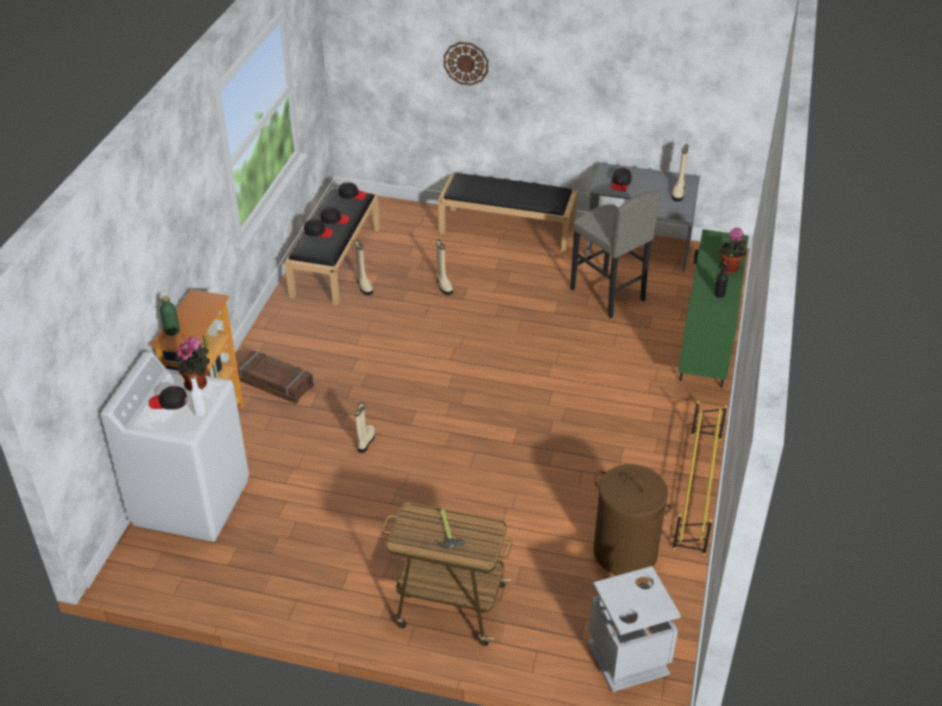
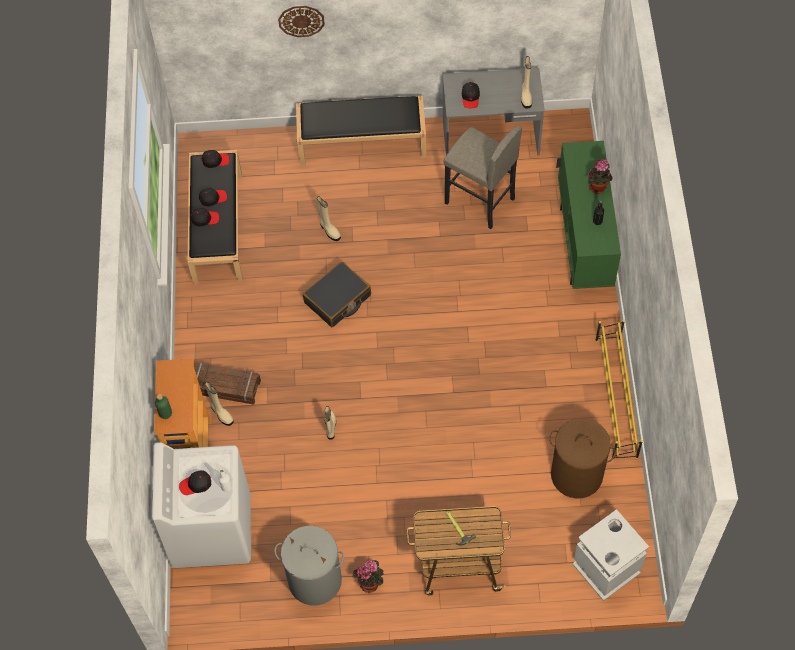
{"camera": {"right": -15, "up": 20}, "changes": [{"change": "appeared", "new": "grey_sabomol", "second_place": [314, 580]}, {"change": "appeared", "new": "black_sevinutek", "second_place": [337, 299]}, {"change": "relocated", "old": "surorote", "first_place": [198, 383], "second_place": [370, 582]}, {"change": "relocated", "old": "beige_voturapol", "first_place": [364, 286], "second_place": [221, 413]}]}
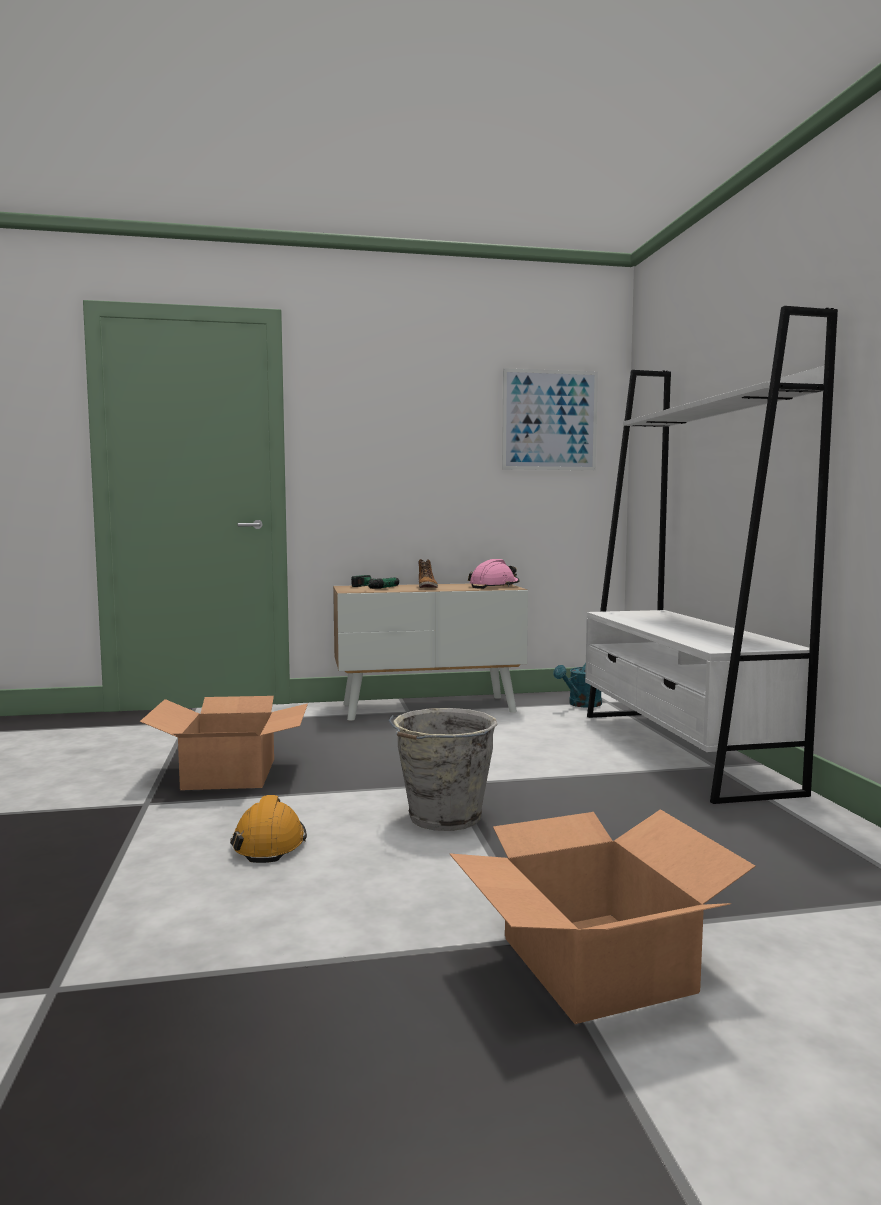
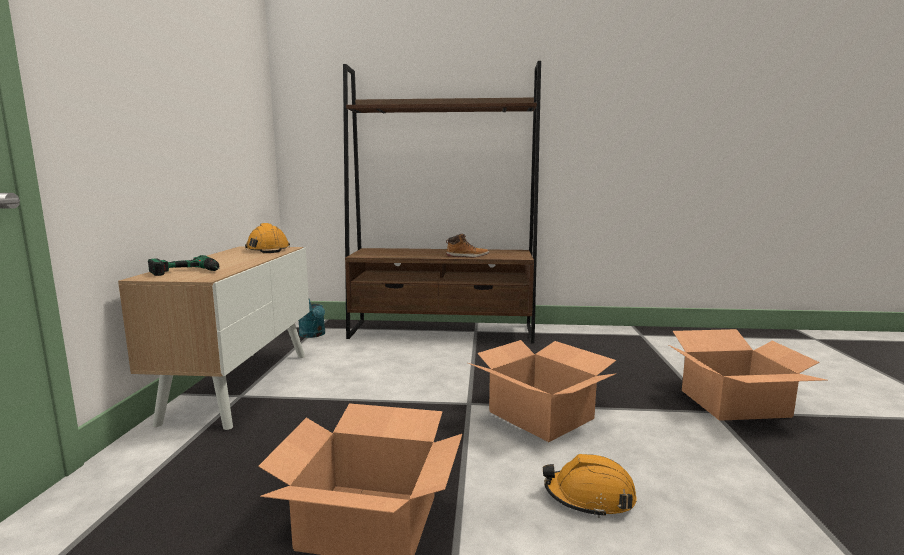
{"camera": {"right": -75, "up": 5}, "changes": [{"change": "missing", "old": "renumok", "first_place": [549, 420]}, {"change": "relocated", "old": "voturapol", "first_place": [427, 587], "second_place": [467, 256]}, {"change": "exchanged", "old": "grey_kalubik", "new": "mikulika", "first_place": [443, 818], "second_place": [541, 415]}, {"change": "colour", "old": "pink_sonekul", "new": "orange_sonekul", "first_place": [494, 586], "second_place": [267, 249]}, {"change": "colour", "old": "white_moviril", "new": "brown_moviril", "first_place": [680, 750], "second_place": [442, 332]}]}
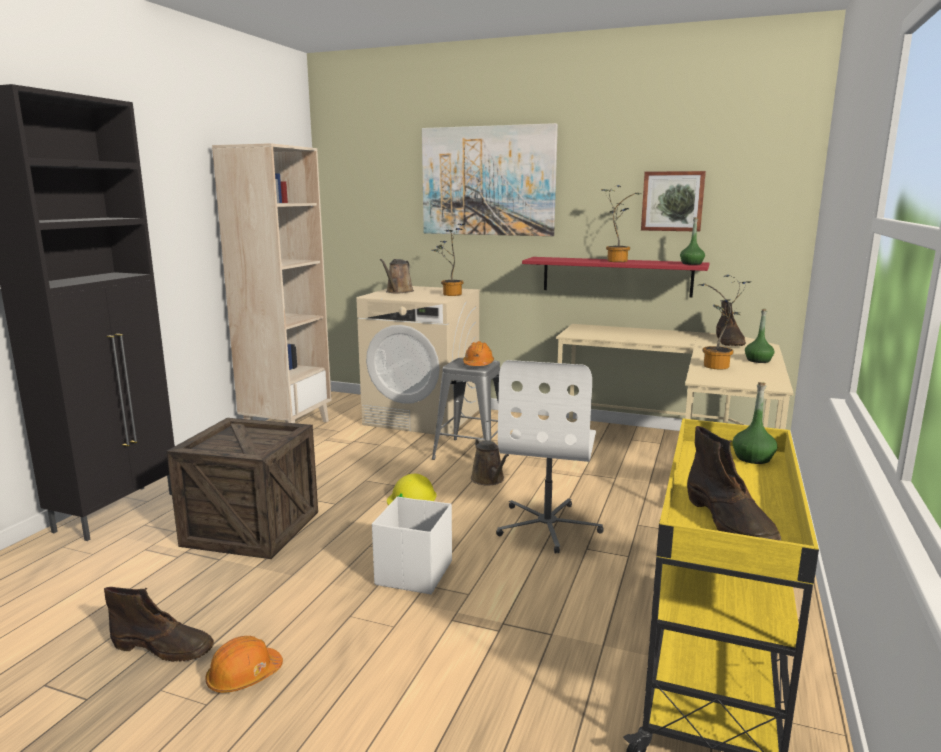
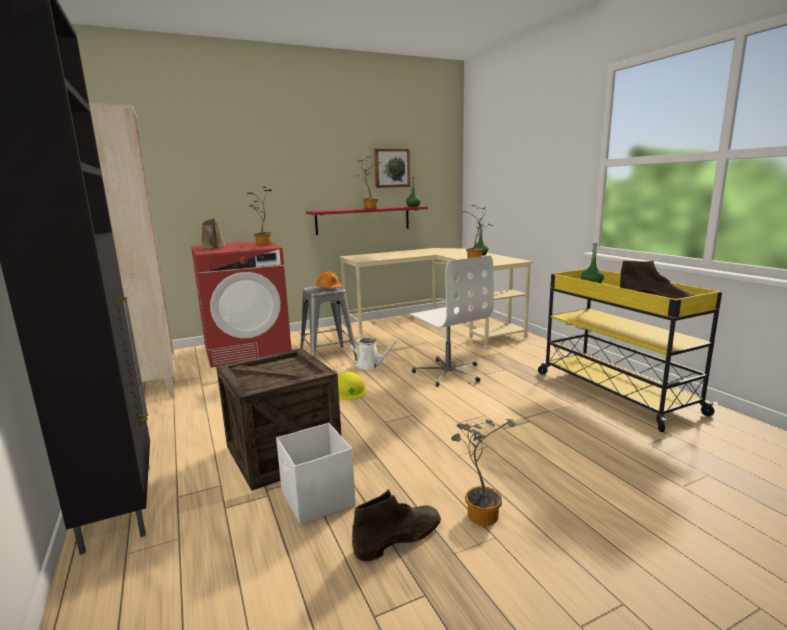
{"camera": {"right": -45, "up": 0}, "changes": [{"change": "missing", "old": "renumok", "first_place": [488, 181]}, {"change": "missing", "old": "brown_voturapol", "first_place": [730, 342]}, {"change": "relocated", "old": "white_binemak", "first_place": [413, 574], "second_place": [317, 499]}, {"change": "exchanged", "old": "orange_sonekul", "new": "surorote", "first_place": [244, 676], "second_place": [479, 513]}, {"change": "colour", "old": "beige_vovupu", "new": "red_vovupu", "first_place": [423, 417], "second_place": [247, 349]}, {"change": "colour", "old": "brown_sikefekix", "new": "white_sikefekix", "first_place": [489, 480], "second_place": [371, 365]}]}
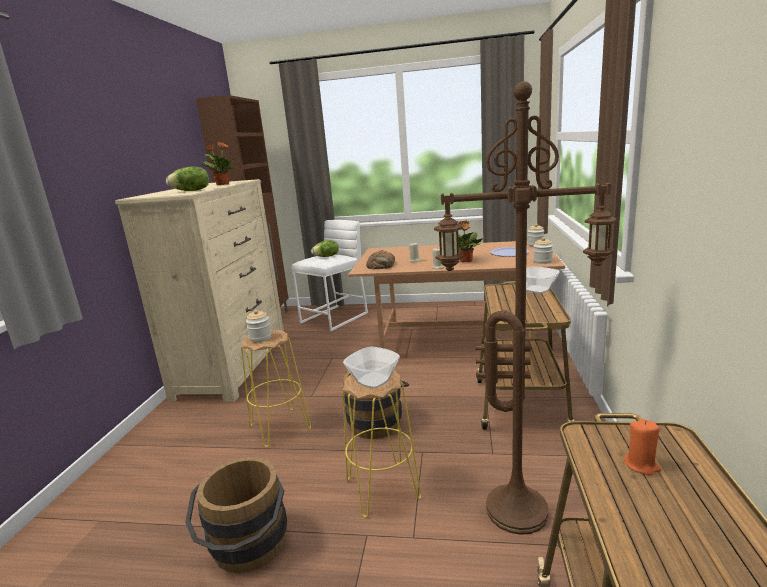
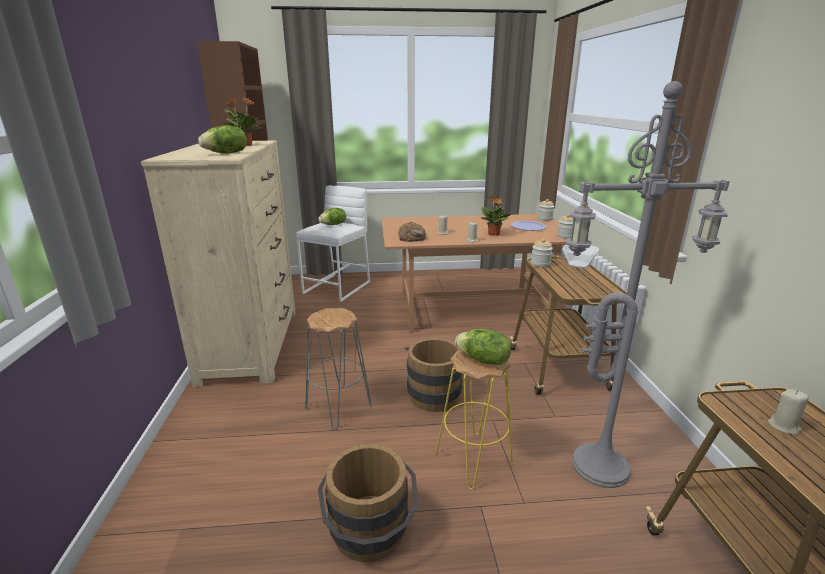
{"camera": {"right": -15, "up": 5}, "changes": [{"change": "relocated", "old": "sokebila", "first_place": [260, 338], "second_place": [540, 264]}, {"change": "exchanged", "old": "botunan", "new": "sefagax", "first_place": [373, 381], "second_place": [483, 360]}, {"change": "colour", "old": "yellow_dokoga", "new": "grey_dokoga", "first_place": [279, 427], "second_place": [338, 406]}, {"change": "colour", "old": "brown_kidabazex", "new": "grey_kidabazex", "first_place": [518, 507], "second_place": [600, 464]}, {"change": "colour", "old": "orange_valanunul", "new": "beige_valanunul", "first_place": [641, 465], "second_place": [784, 427]}]}
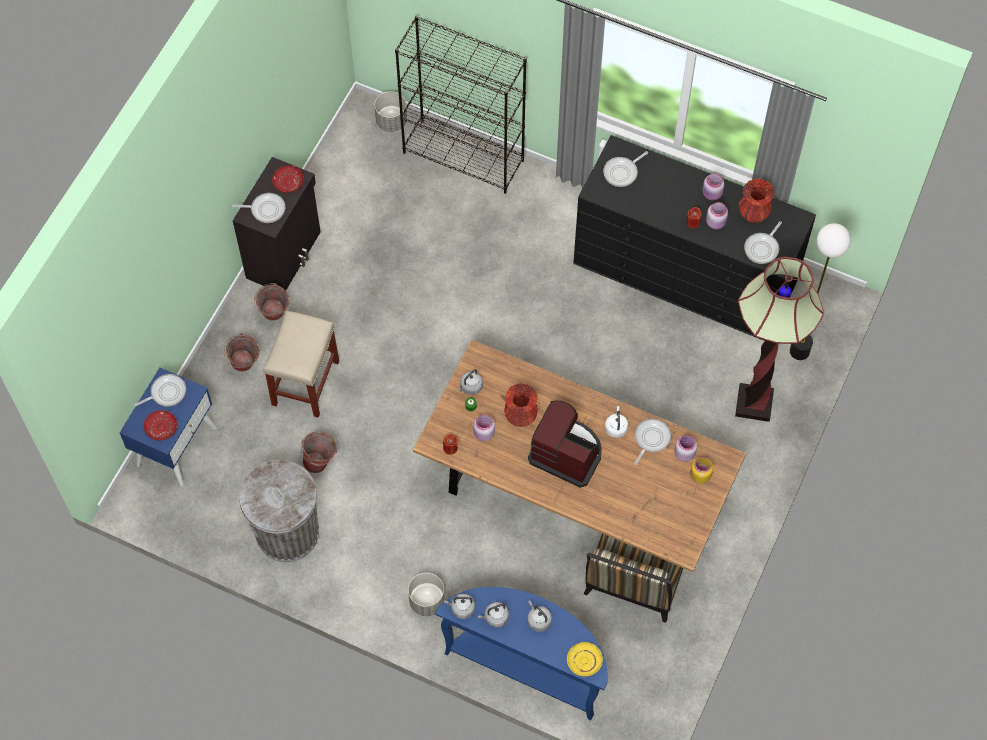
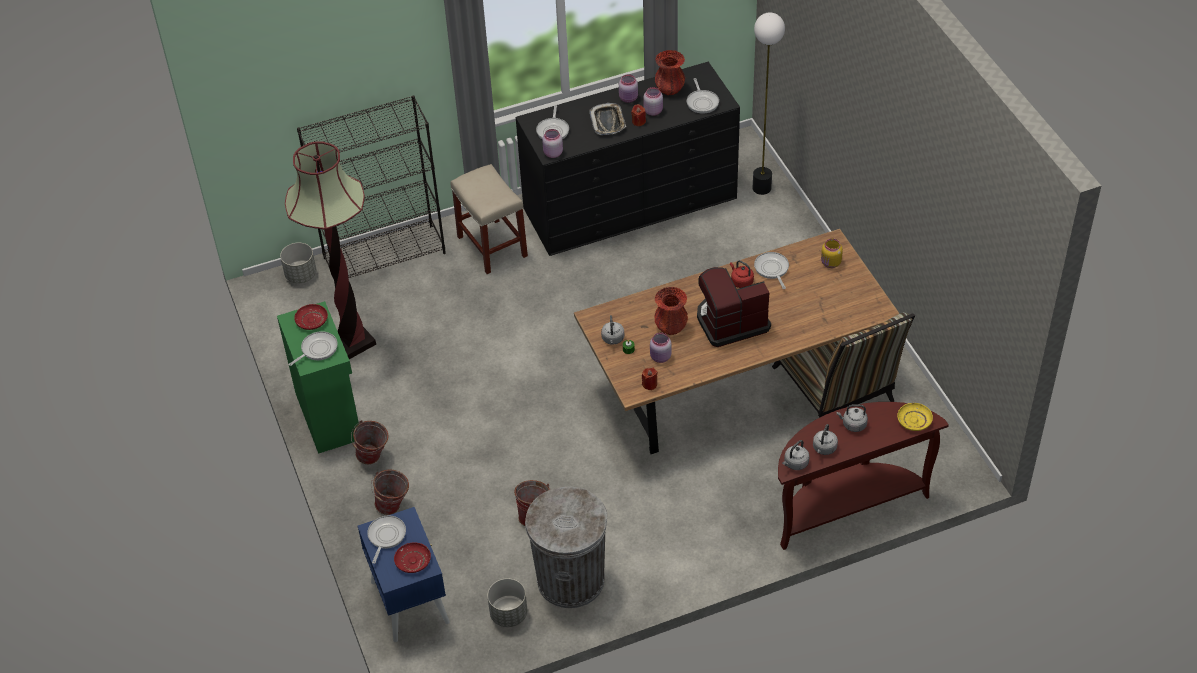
{"camera": {"right": -45, "up": -15}, "changes": [{"change": "appeared", "new": "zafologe", "second_place": [608, 122]}, {"change": "relocated", "old": "beige_dokoga", "first_place": [305, 382], "second_place": [491, 246]}, {"change": "relocated", "old": "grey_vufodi", "first_place": [426, 601], "second_place": [508, 614]}, {"change": "relocated", "old": "pink_sokebila", "first_place": [684, 453], "second_place": [552, 153]}, {"change": "relocated", "old": "kidabazex", "first_place": [754, 403], "second_place": [353, 342]}, {"change": "colour", "old": "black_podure", "new": "green_podure", "first_place": [285, 255], "second_place": [329, 415]}, {"change": "colour", "old": "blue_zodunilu", "new": "brown_zodunilu", "first_place": [527, 666], "second_place": [846, 505]}, {"change": "colour", "old": "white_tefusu", "new": "red_tefusu", "first_place": [616, 427], "second_place": [741, 281]}]}
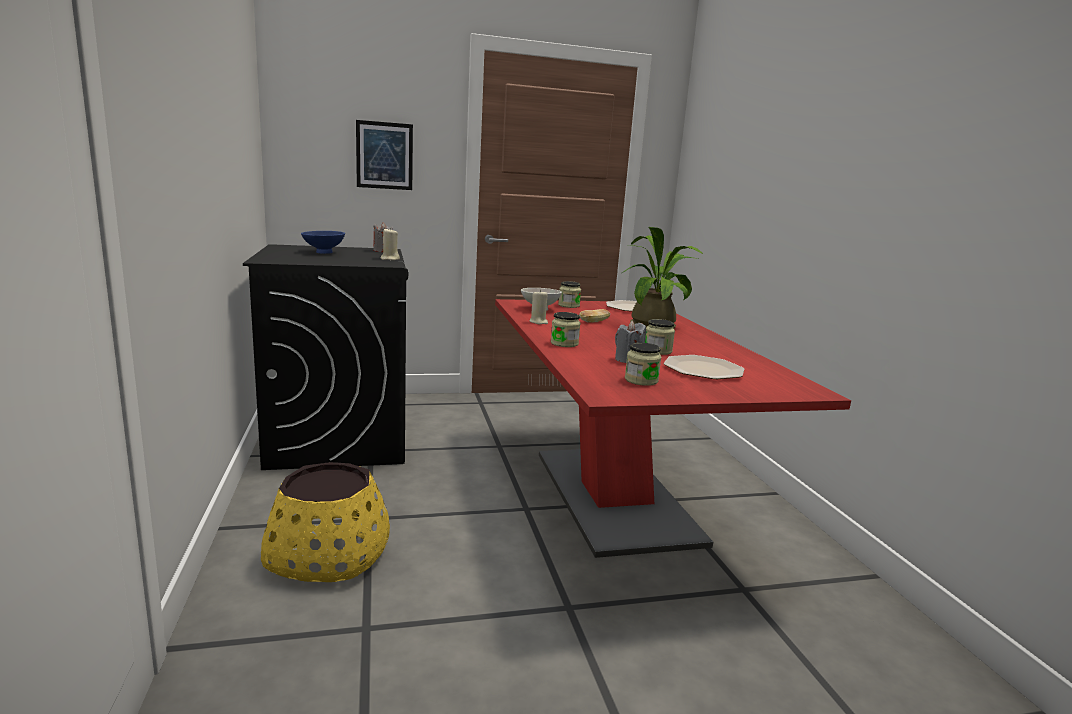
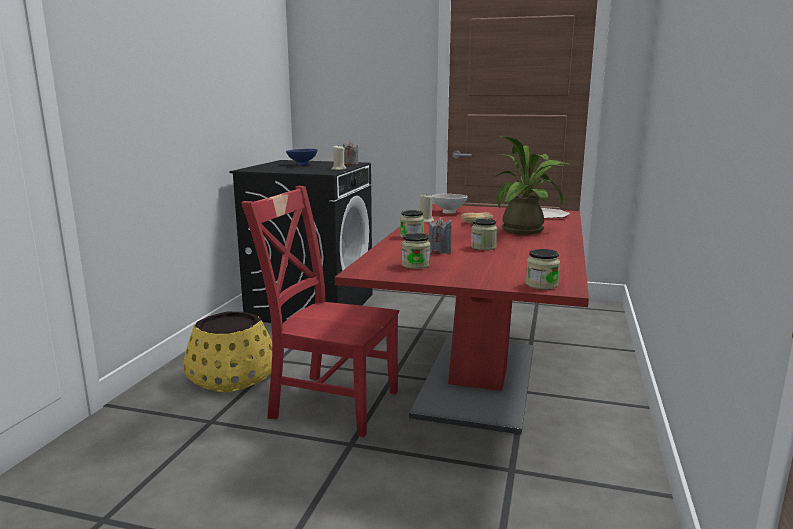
{"camera": {"right": 30, "up": 0}, "changes": [{"change": "missing", "old": "renumok", "first_place": [384, 155]}, {"change": "missing", "old": "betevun", "first_place": [702, 369]}, {"change": "appeared", "new": "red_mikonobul", "second_place": [330, 403]}, {"change": "relocated", "old": "sokebila", "first_place": [569, 305], "second_place": [541, 285]}]}
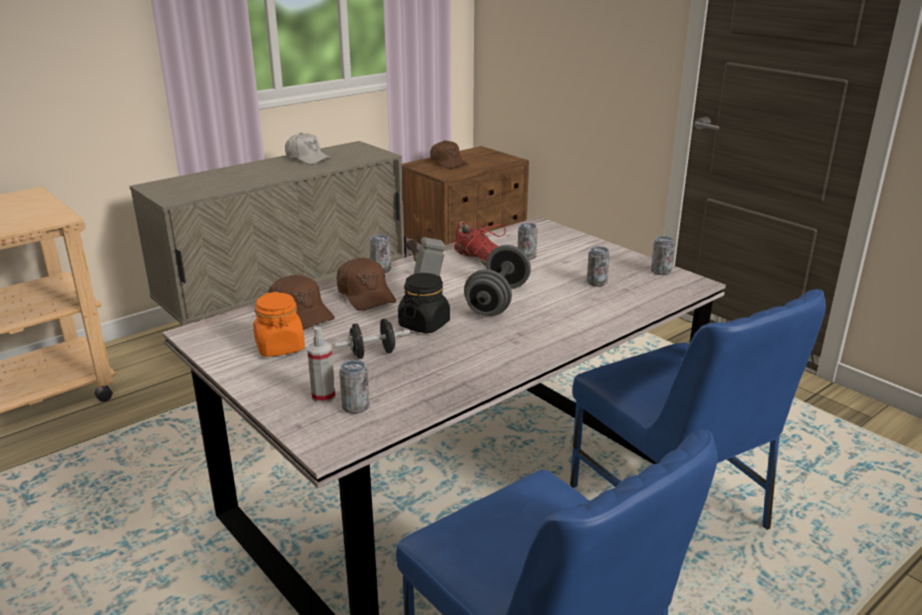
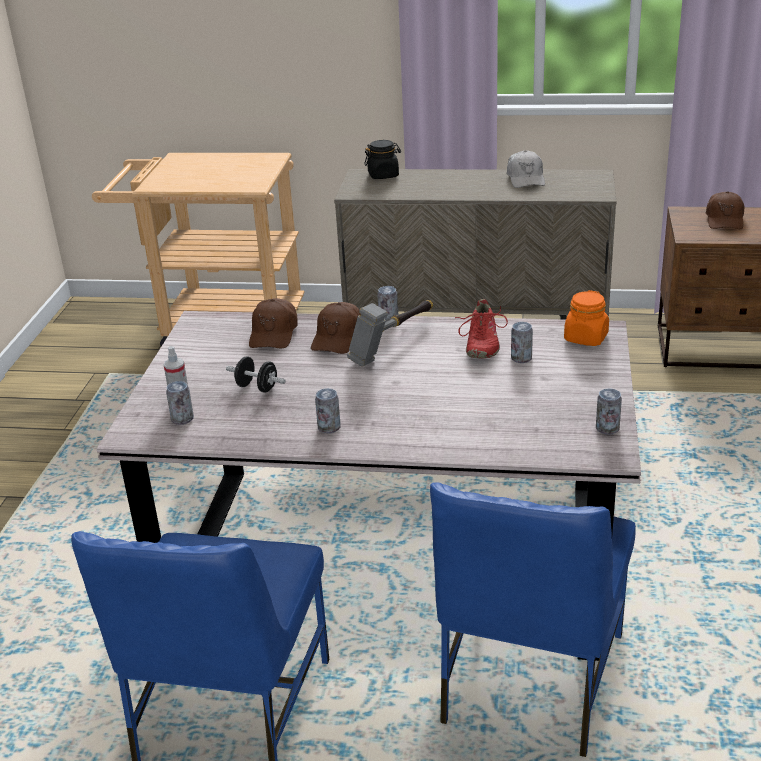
{"camera": {"right": 50, "up": 5}, "changes": [{"change": "missing", "old": "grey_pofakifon", "first_place": [497, 300]}, {"change": "relocated", "old": "orange_sokebila", "first_place": [280, 347], "second_place": [586, 338]}, {"change": "relocated", "old": "black_sokebila", "first_place": [424, 324], "second_place": [383, 175]}, {"change": "relocated", "old": "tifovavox", "first_place": [596, 283], "second_place": [329, 427]}]}
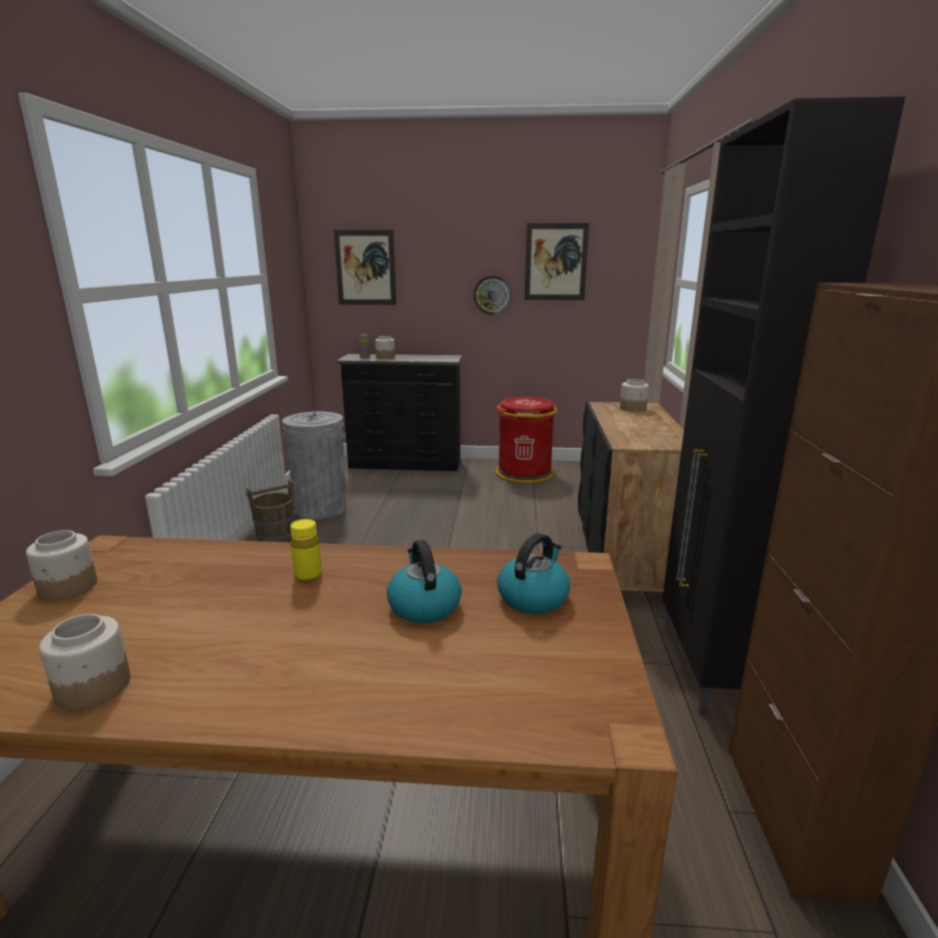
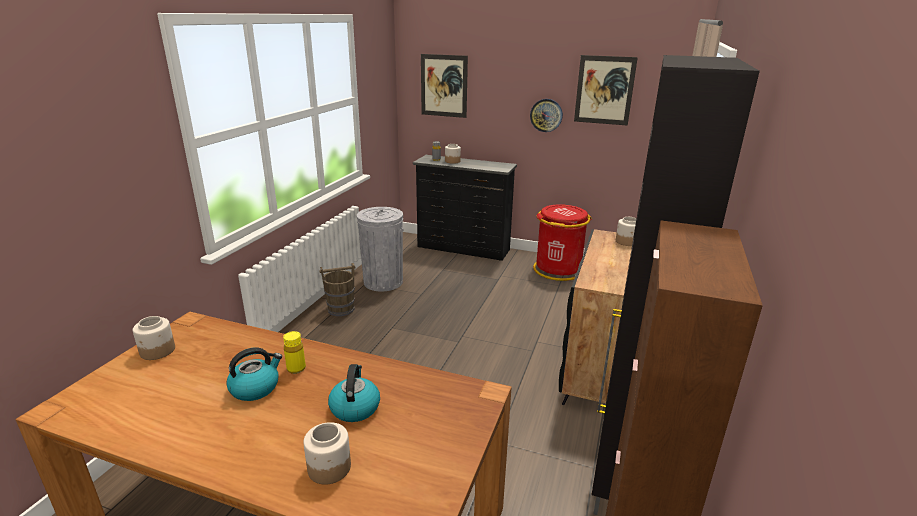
{"camera": {"right": 15, "up": 5}, "changes": [{"change": "relocated", "old": "sokebila", "first_place": [92, 687], "second_place": [328, 468]}, {"change": "relocated", "old": "tefusu", "first_place": [533, 597], "second_place": [255, 388]}]}
